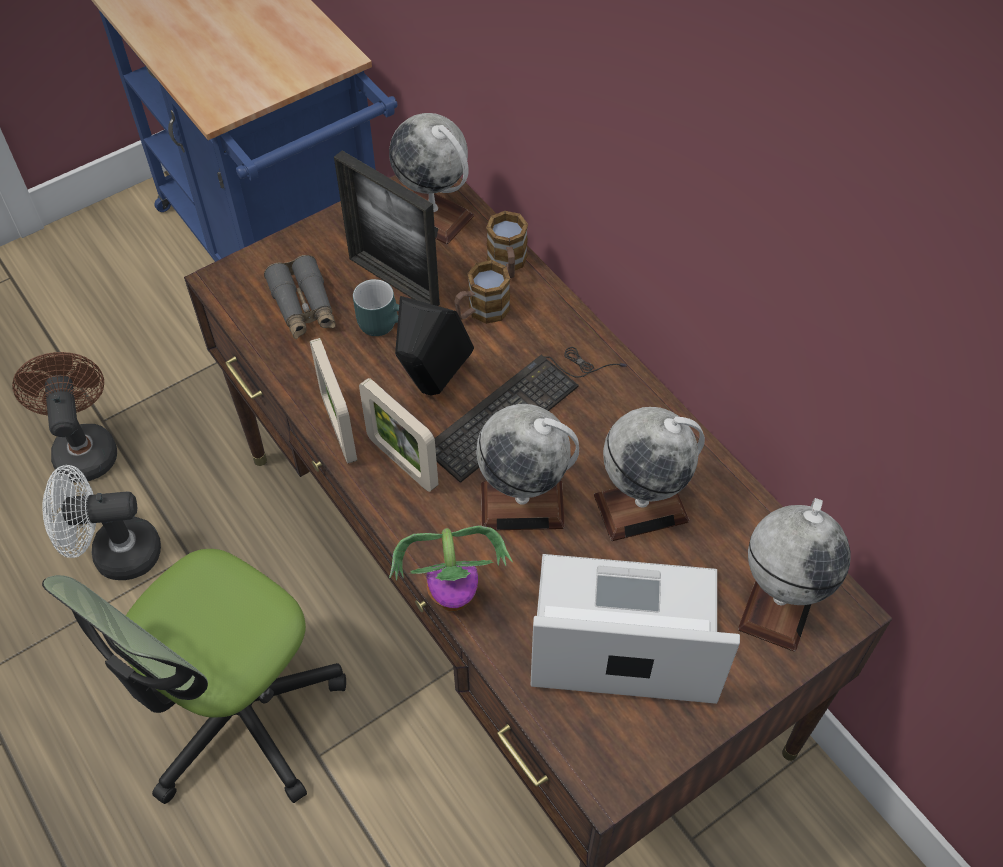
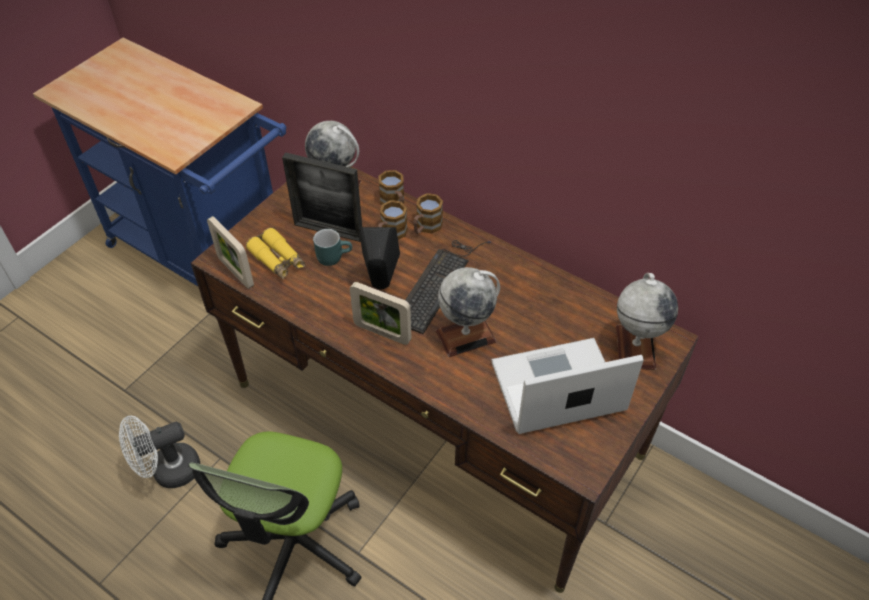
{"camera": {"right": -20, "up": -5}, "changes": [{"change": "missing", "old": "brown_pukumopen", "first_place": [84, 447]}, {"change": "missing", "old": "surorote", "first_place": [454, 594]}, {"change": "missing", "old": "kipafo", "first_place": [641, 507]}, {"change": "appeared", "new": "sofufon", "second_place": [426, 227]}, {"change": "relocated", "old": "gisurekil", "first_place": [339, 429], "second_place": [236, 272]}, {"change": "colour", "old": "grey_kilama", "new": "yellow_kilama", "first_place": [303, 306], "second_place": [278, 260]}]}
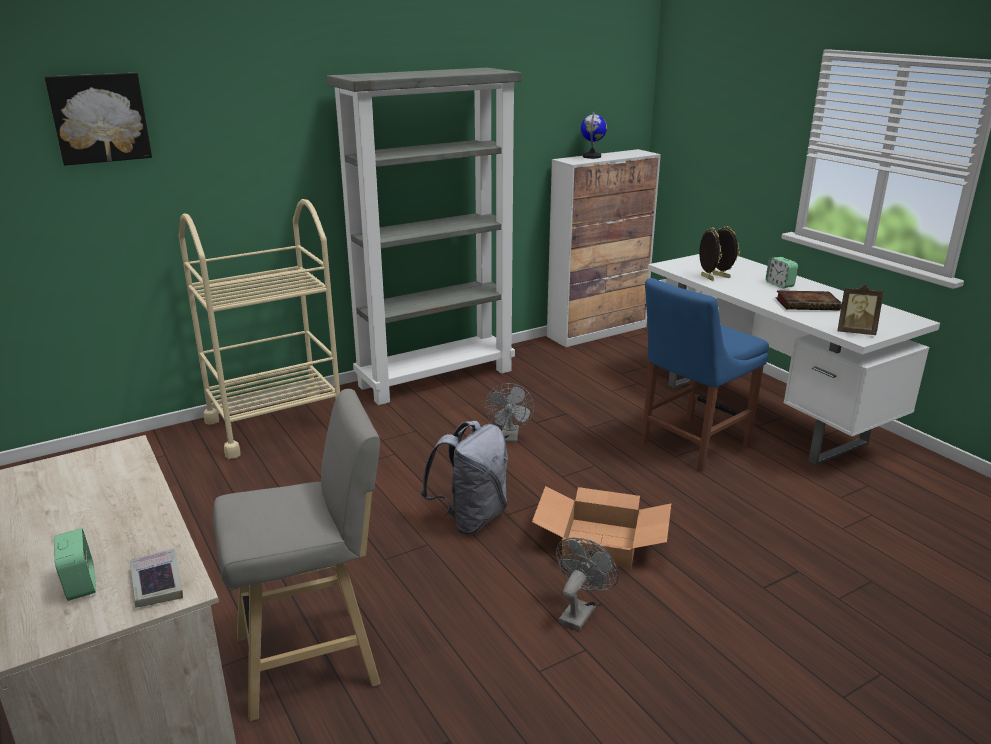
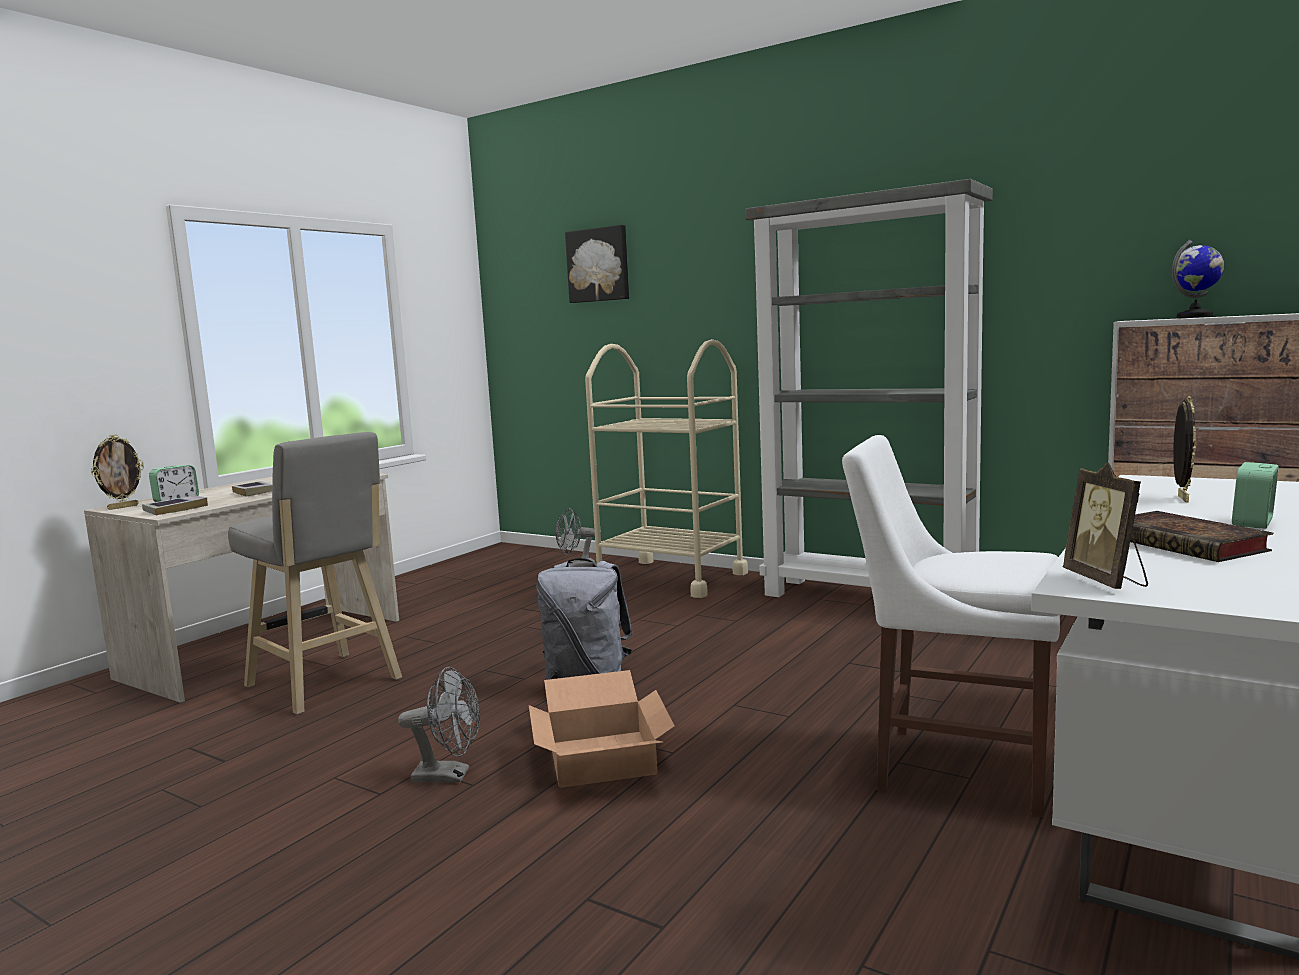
{"camera": {"right": 65, "up": -15}, "changes": [{"change": "appeared", "new": "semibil", "second_place": [254, 492]}, {"change": "relocated", "old": "grey_pukumopen", "first_place": [510, 438], "second_place": [576, 566]}, {"change": "relocated", "old": "gisurekil", "first_place": [706, 278], "second_place": [123, 507]}, {"change": "colour", "old": "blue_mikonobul", "new": "white_mikonobul", "first_place": [690, 445], "second_place": [952, 767]}]}
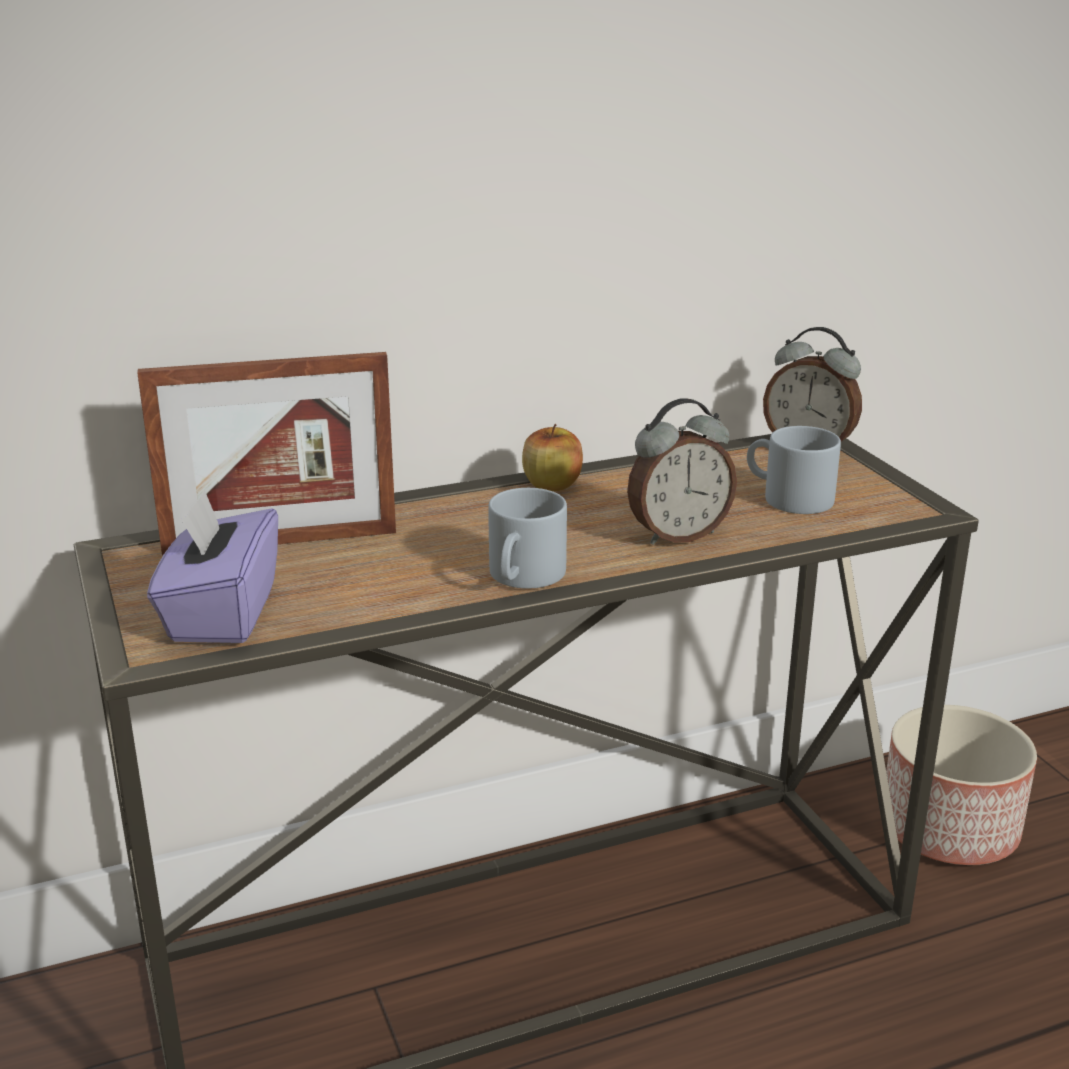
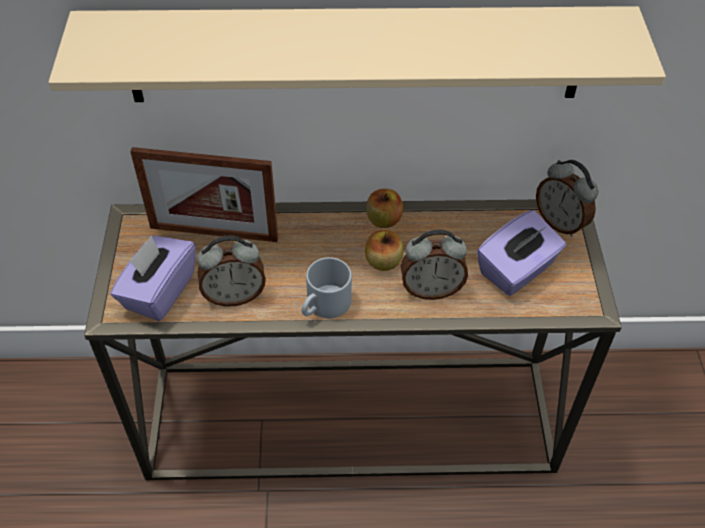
{"camera": {"right": 20, "up": 25}, "changes": [{"change": "missing", "old": "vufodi", "first_place": [950, 828]}, {"change": "appeared", "new": "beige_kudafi", "second_place": [355, 55]}, {"change": "appeared", "new": "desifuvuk", "second_place": [234, 295]}, {"change": "appeared", "new": "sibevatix", "second_place": [383, 262]}, {"change": "exchanged", "old": "grey_sofufon", "new": "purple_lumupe", "first_place": [787, 497], "second_place": [517, 270]}]}
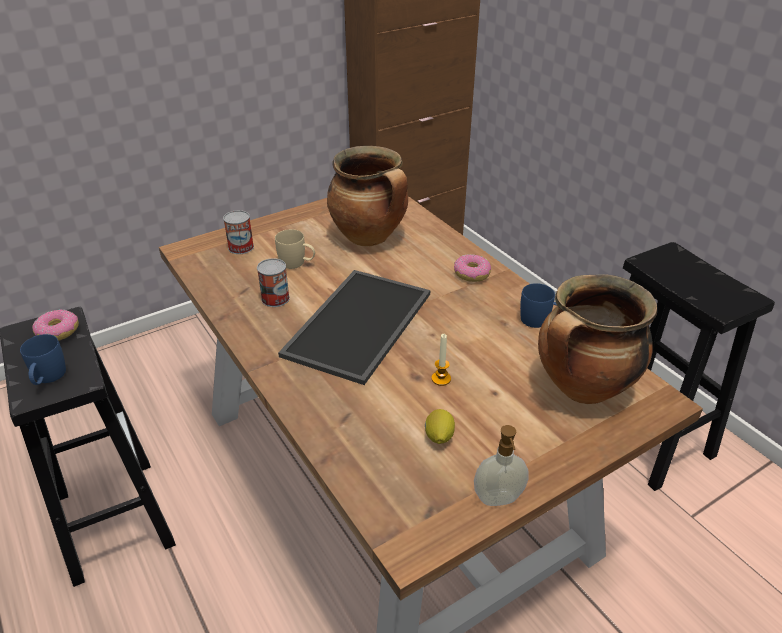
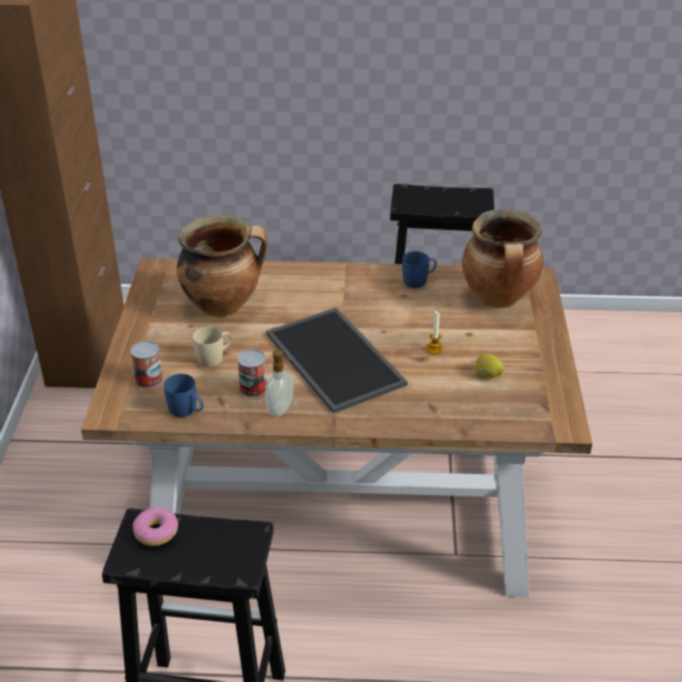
{"camera": {"right": -55, "up": 0}, "changes": [{"change": "missing", "old": "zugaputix", "first_place": [471, 274]}, {"change": "relocated", "old": "blue_sofufon", "first_place": [48, 378], "second_place": [187, 411]}, {"change": "relocated", "old": "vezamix", "first_place": [498, 499], "second_place": [281, 409]}]}
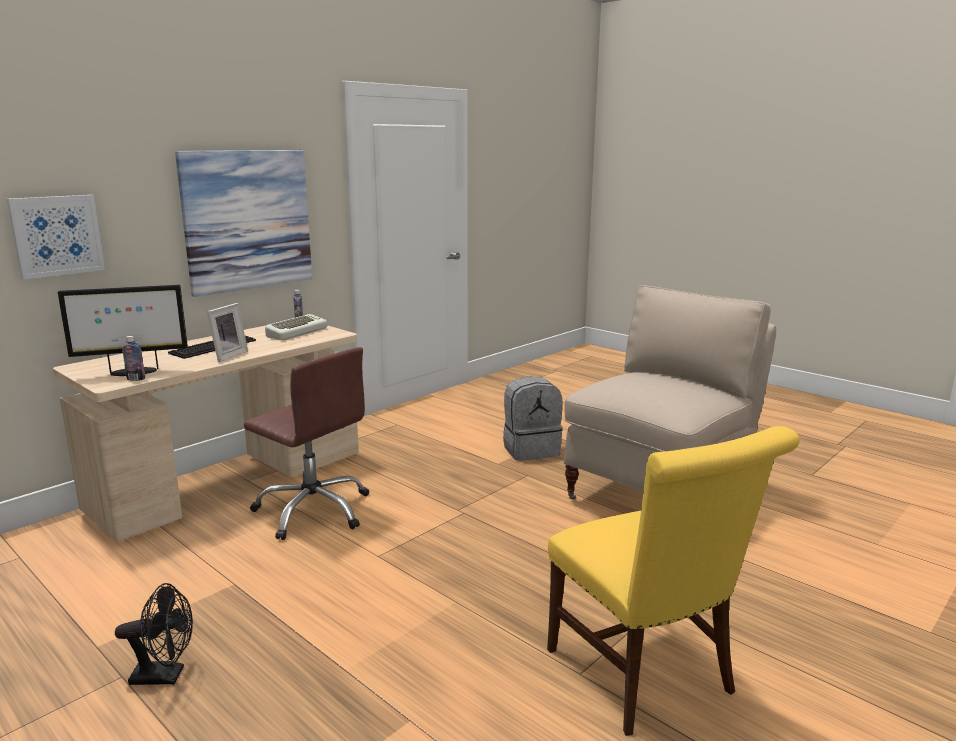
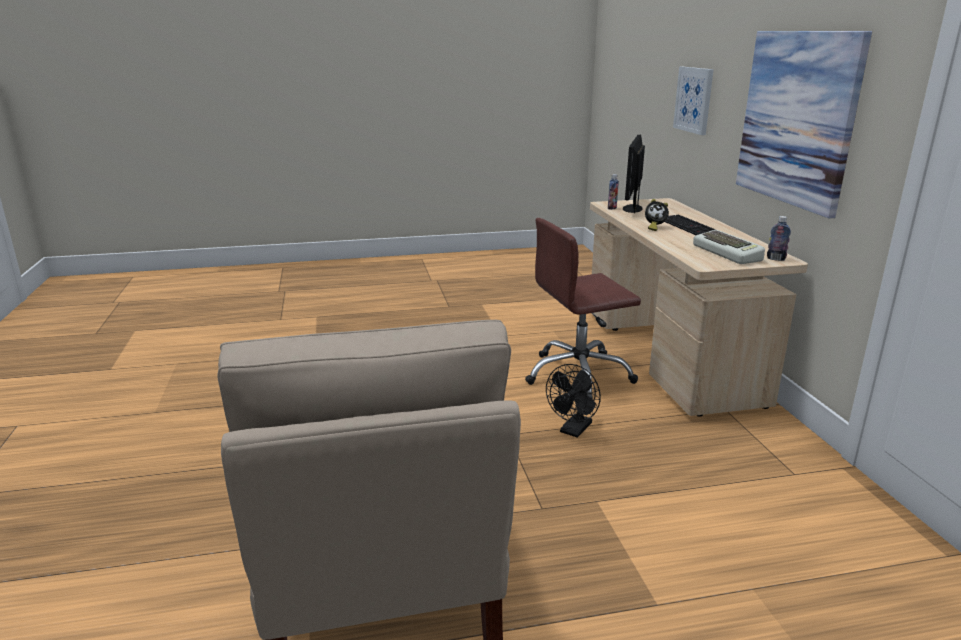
{"camera": {"right": 125, "up": 5}, "changes": [{"change": "missing", "old": "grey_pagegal", "first_place": [531, 449]}, {"change": "missing", "old": "yellow_mikonobul", "first_place": [647, 676]}, {"change": "relocated", "old": "black_pukumopen", "first_place": [165, 675], "second_place": [573, 430]}, {"change": "exchanged", "old": "gisurekil", "new": "desifuvuk", "first_place": [227, 355], "second_place": [654, 228]}]}
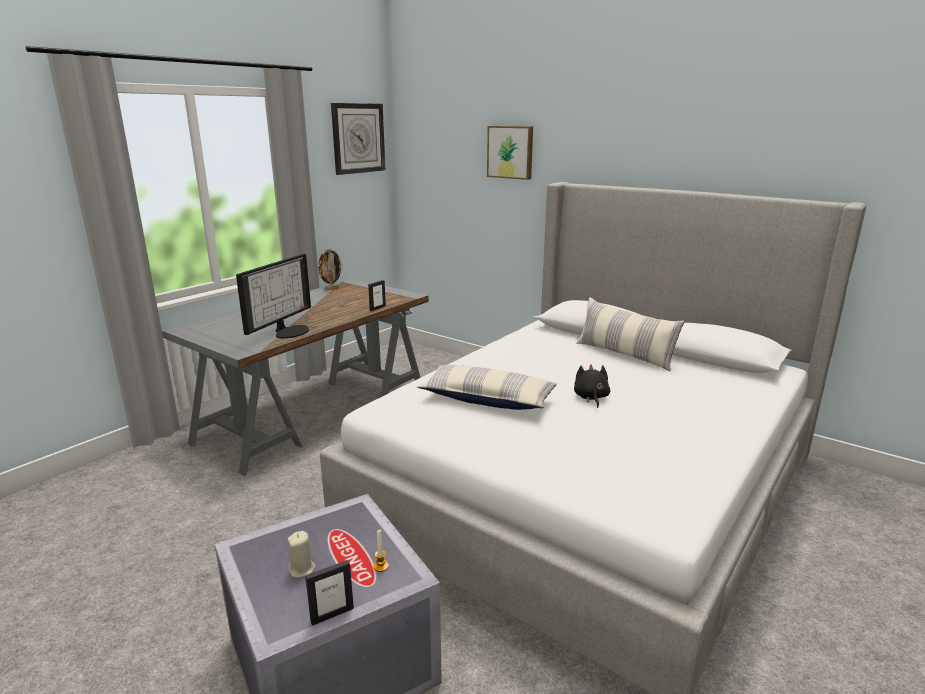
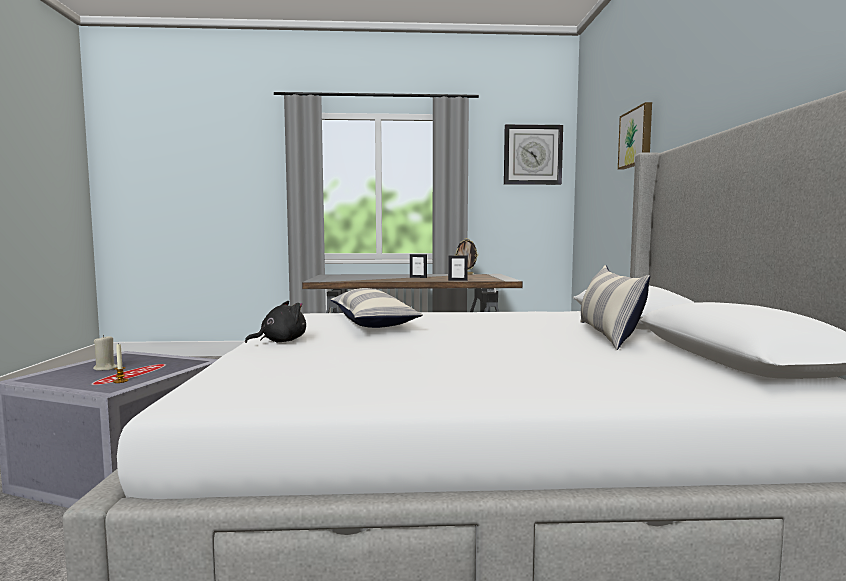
{"camera": {"right": 50, "up": -15}, "changes": [{"change": "missing", "old": "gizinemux", "first_place": [289, 331]}, {"change": "relocated", "old": "gisurekil", "first_place": [332, 614], "second_place": [418, 277]}, {"change": "relocated", "old": "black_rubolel", "first_place": [591, 398], "second_place": [280, 341]}]}
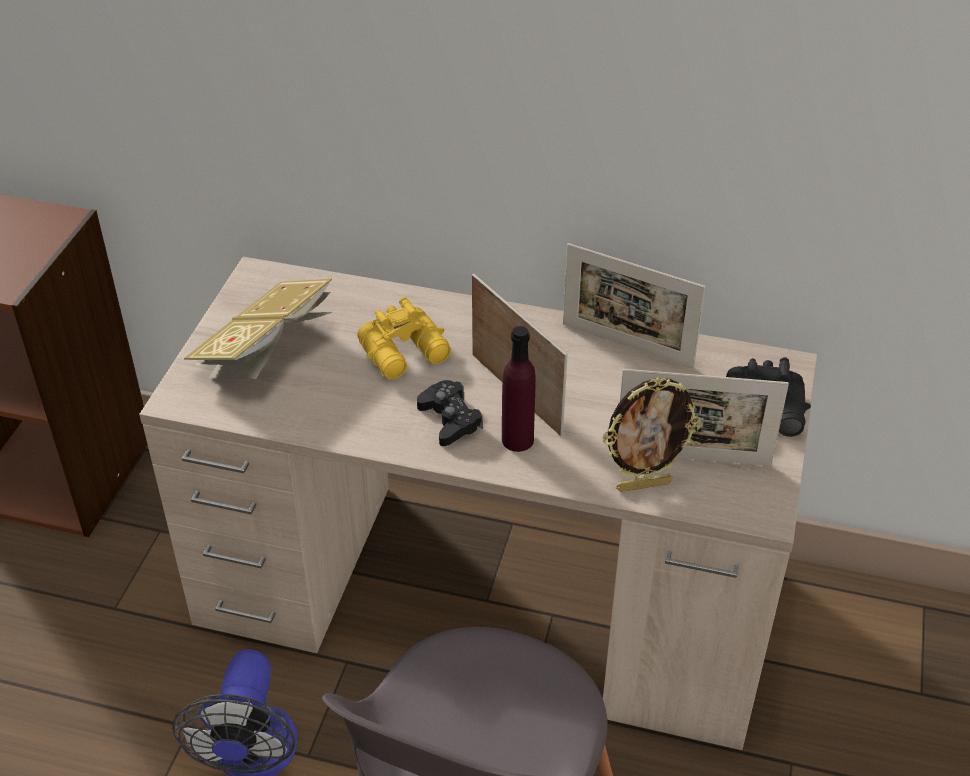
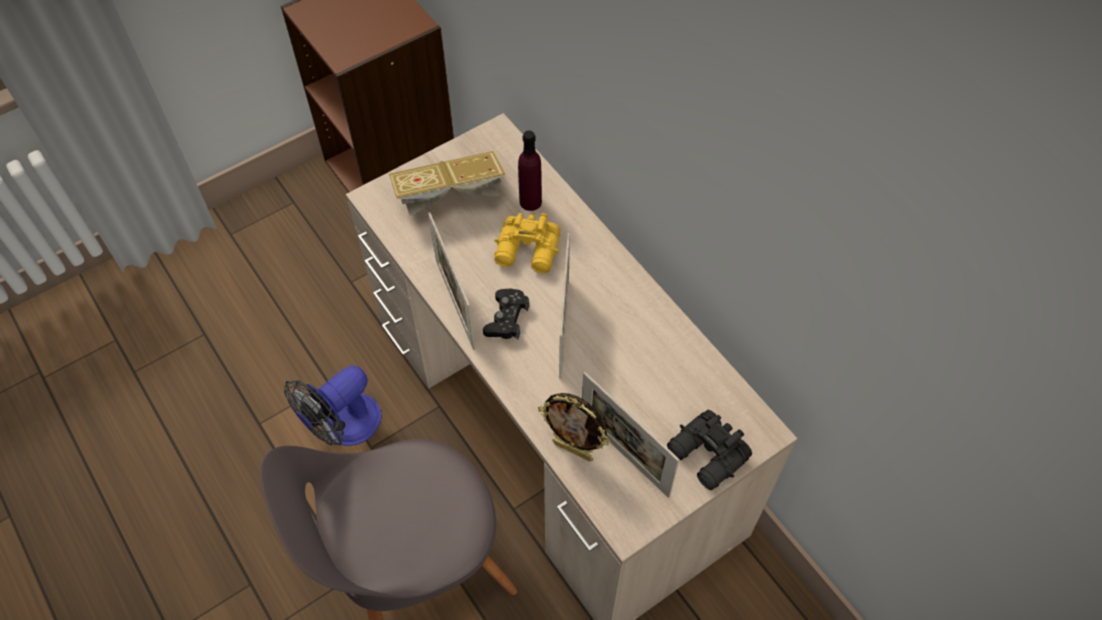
{"camera": {"right": 40, "up": 15}, "changes": [{"change": "relocated", "old": "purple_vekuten", "first_place": [517, 440], "second_place": [530, 201]}, {"change": "relocated", "old": "gisurekil", "first_place": [627, 345], "second_place": [455, 304]}]}
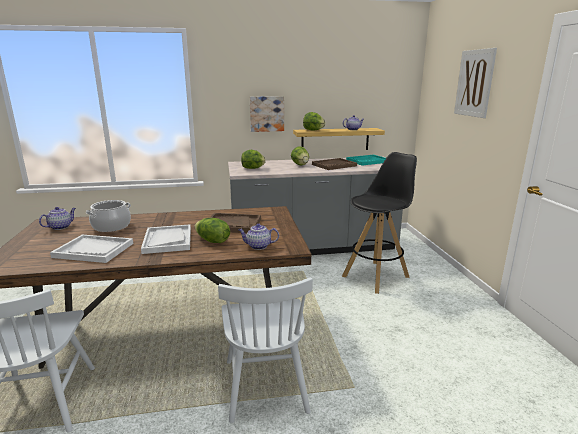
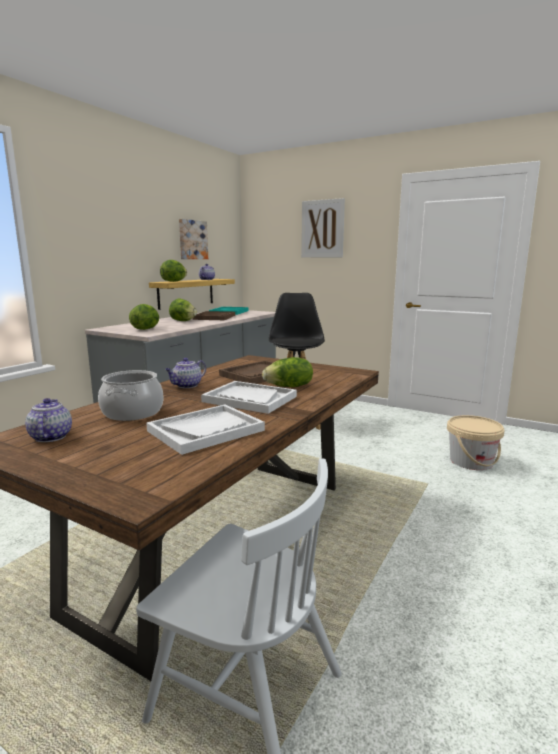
{"camera": {"right": -50, "up": -5}, "changes": [{"change": "missing", "old": "white_mikonobul", "first_place": [265, 385]}, {"change": "appeared", "new": "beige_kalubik", "second_place": [471, 461]}, {"change": "relocated", "old": "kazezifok", "first_place": [258, 246], "second_place": [186, 386]}, {"change": "relocated", "old": "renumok", "first_place": [266, 113], "second_place": [192, 240]}]}
